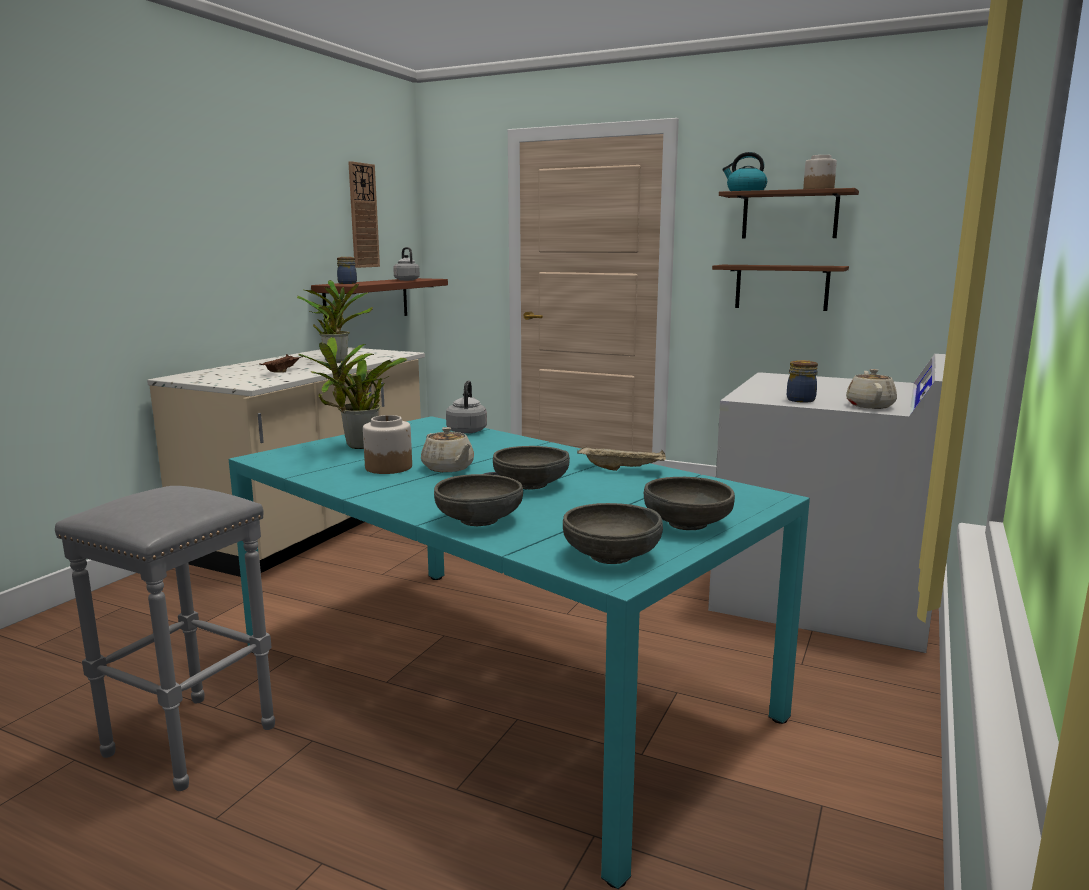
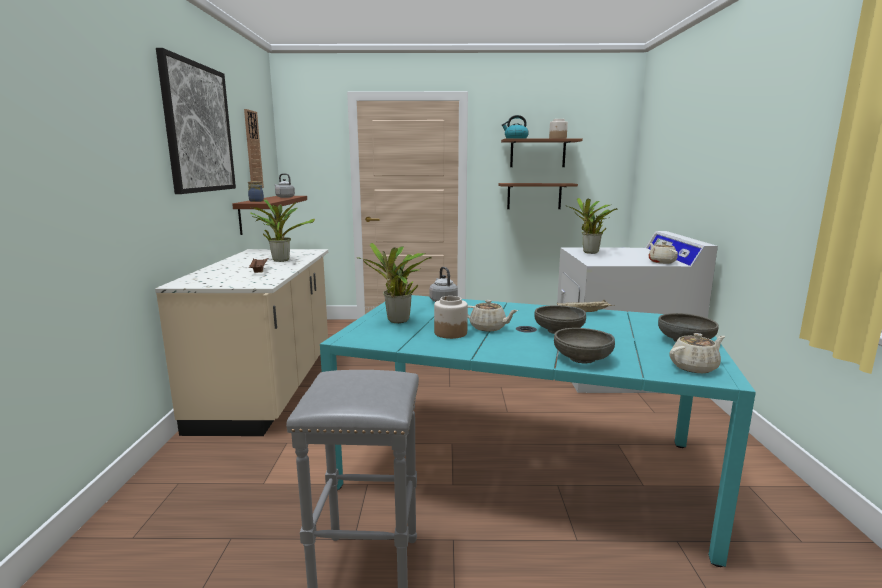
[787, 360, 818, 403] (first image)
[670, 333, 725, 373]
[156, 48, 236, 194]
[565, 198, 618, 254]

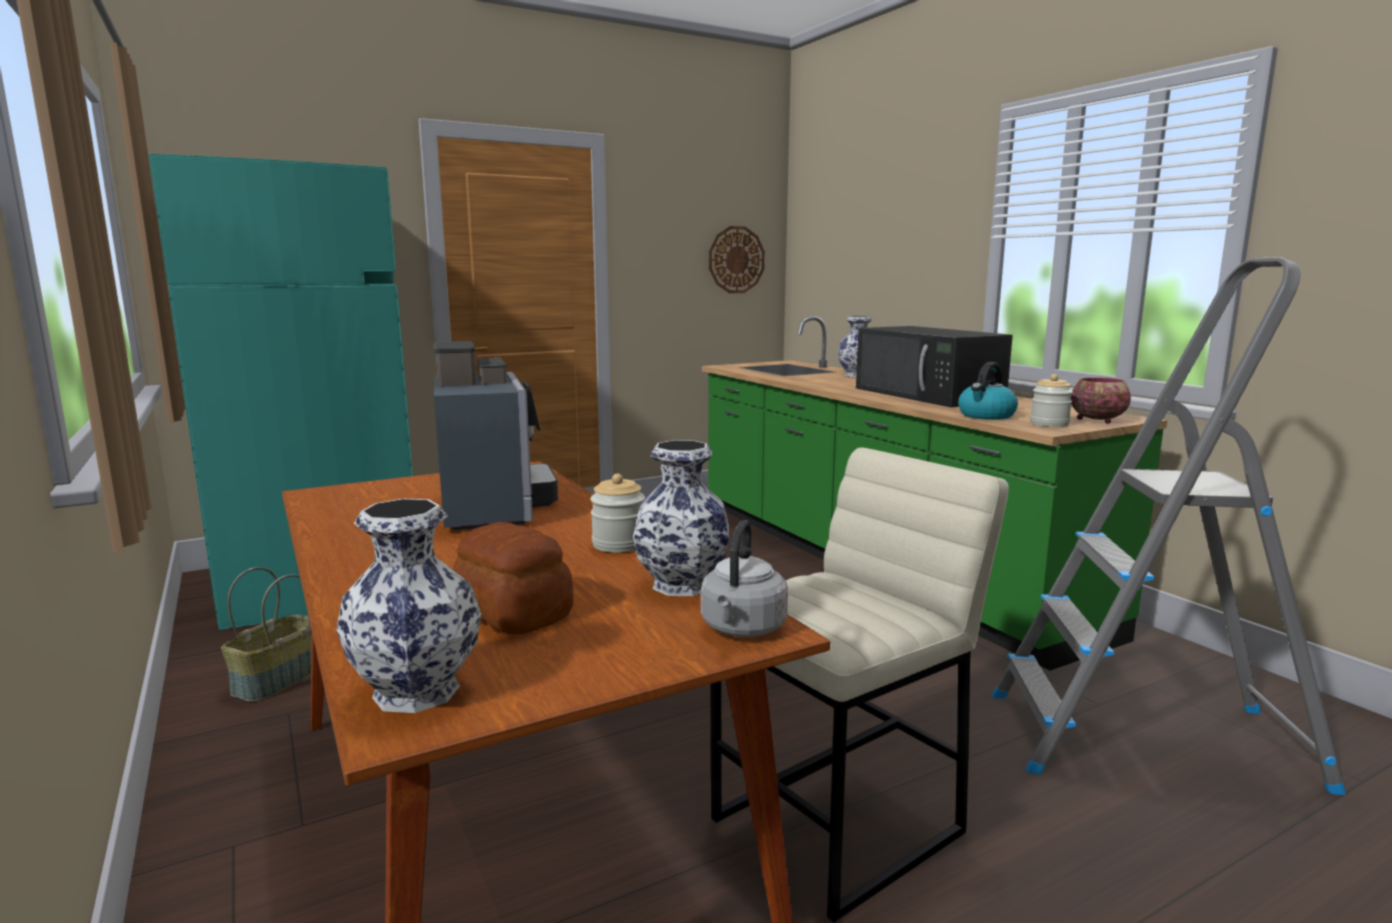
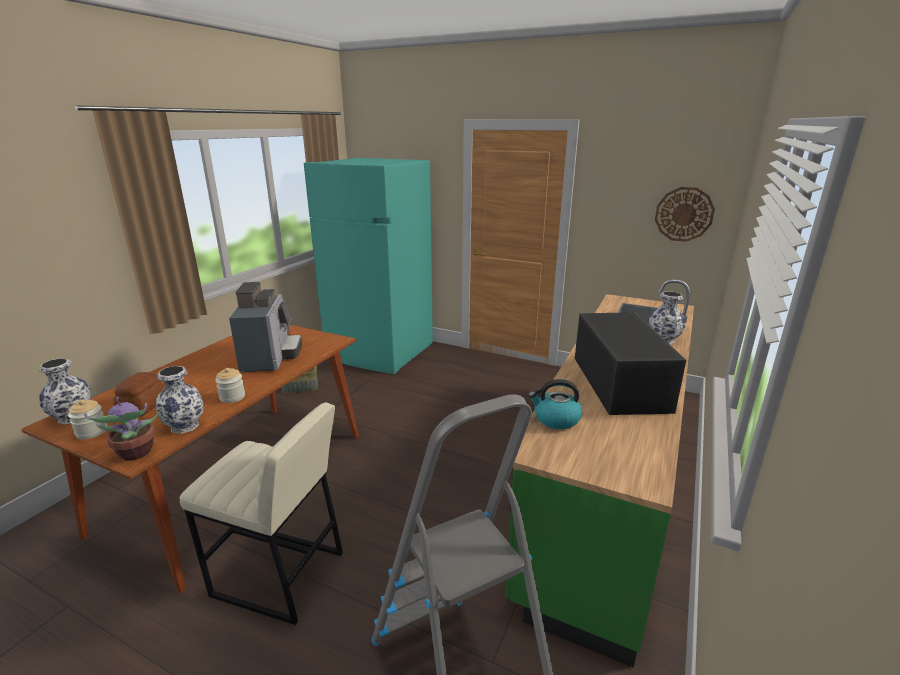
[575, 312, 686, 415]
[229, 282, 302, 372]
[68, 400, 107, 440]
[1071, 377, 1131, 424] (first image)
[84, 397, 157, 461]

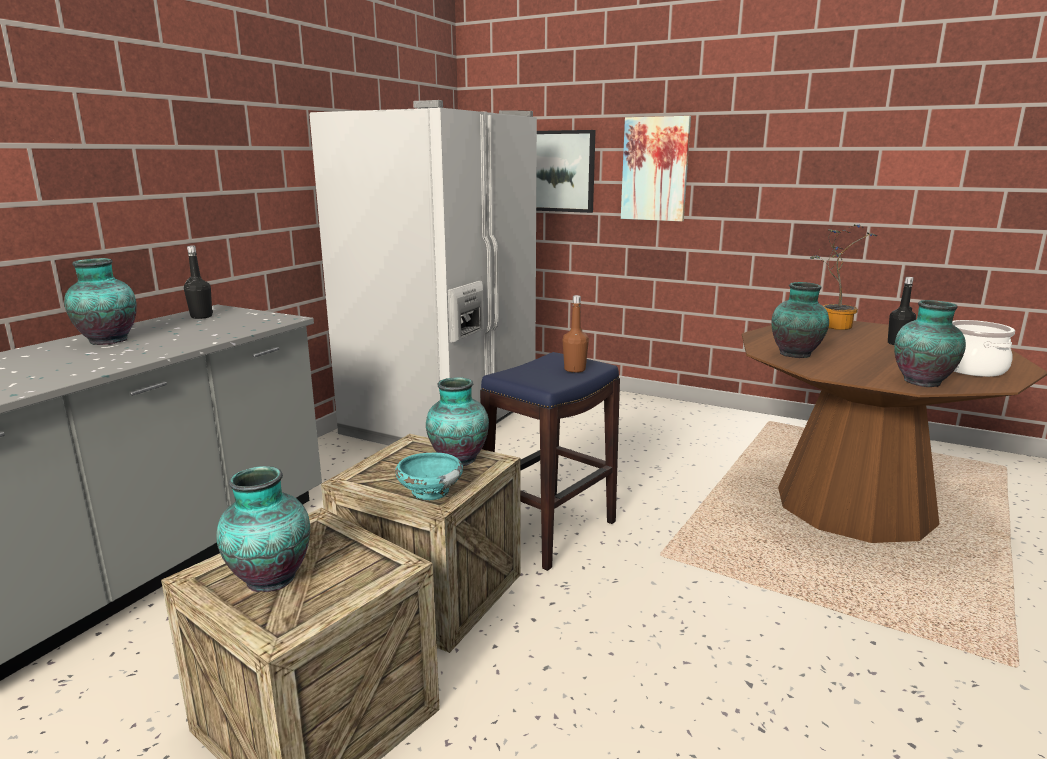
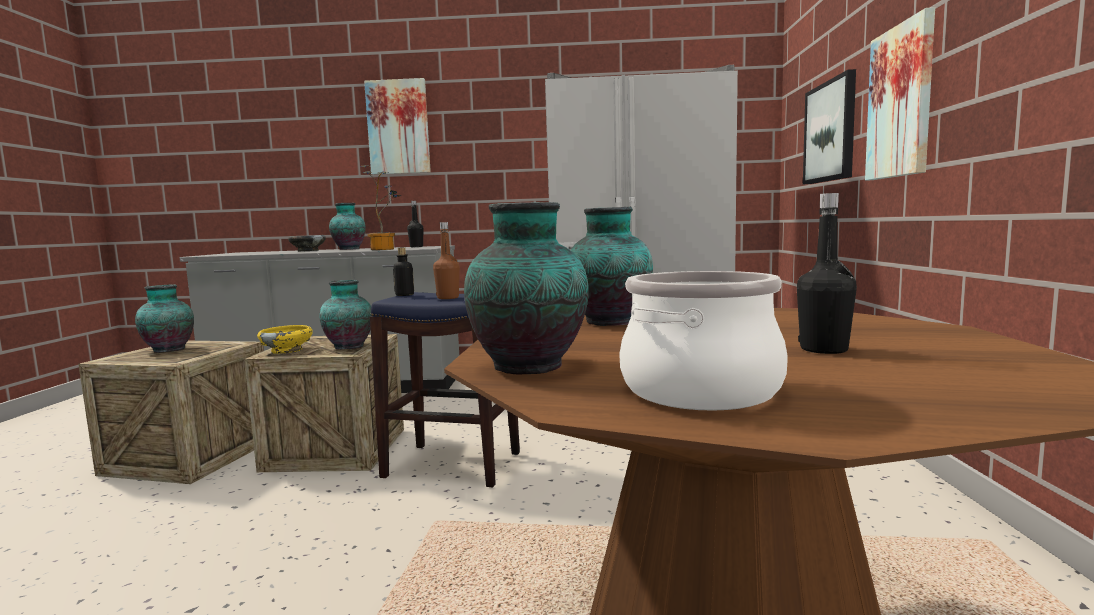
[361, 165, 401, 250]
[257, 325, 313, 354]
[364, 78, 431, 175]
[288, 235, 325, 252]
[393, 247, 414, 296]

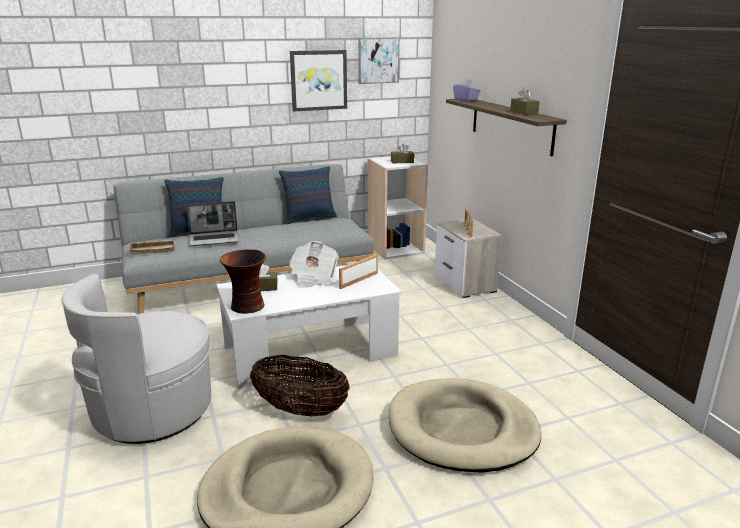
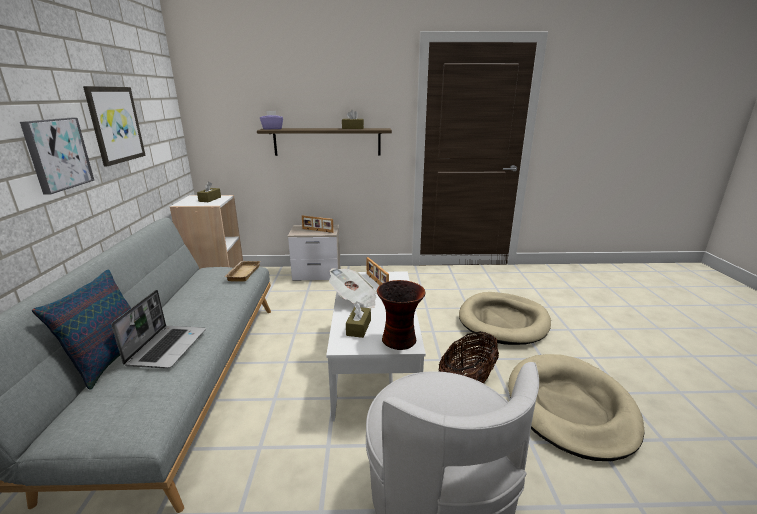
[20, 118, 94, 195]
[279, 166, 337, 224] (first image)
[225, 261, 260, 282]

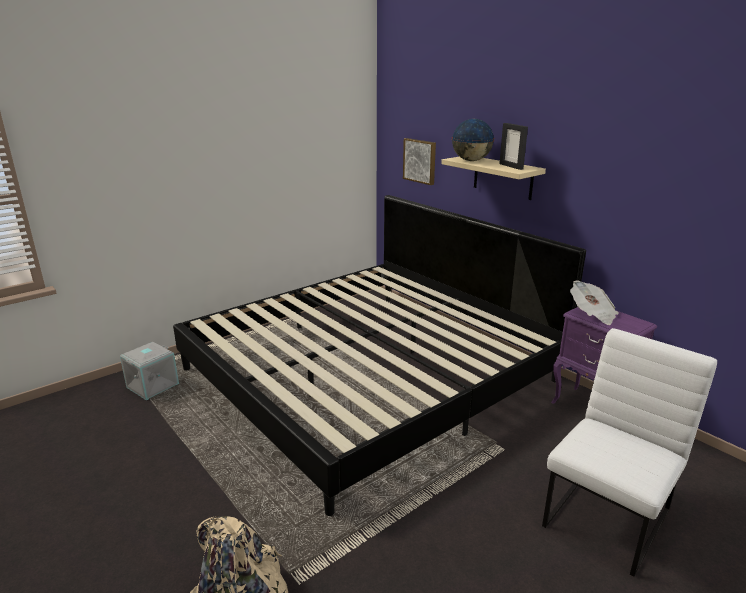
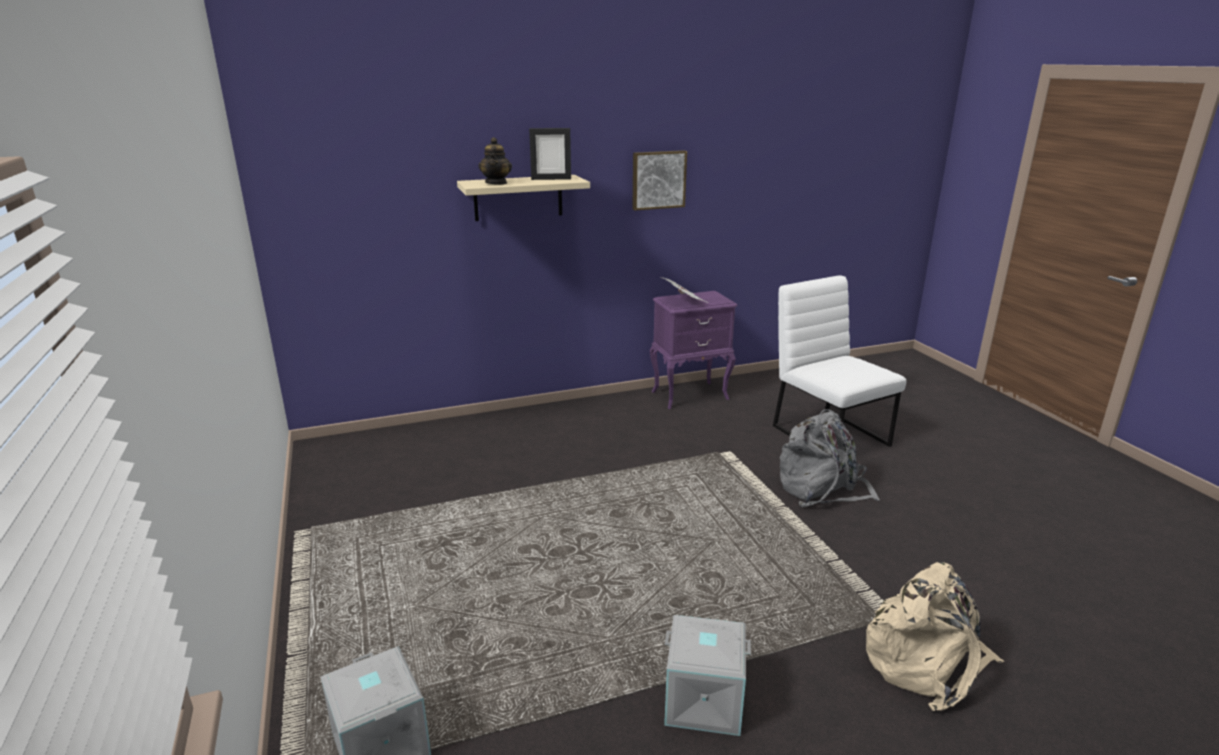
[478, 137, 512, 185]
[632, 150, 687, 211]
[173, 195, 586, 516] (first image)
[780, 409, 880, 507]
[664, 615, 751, 736]

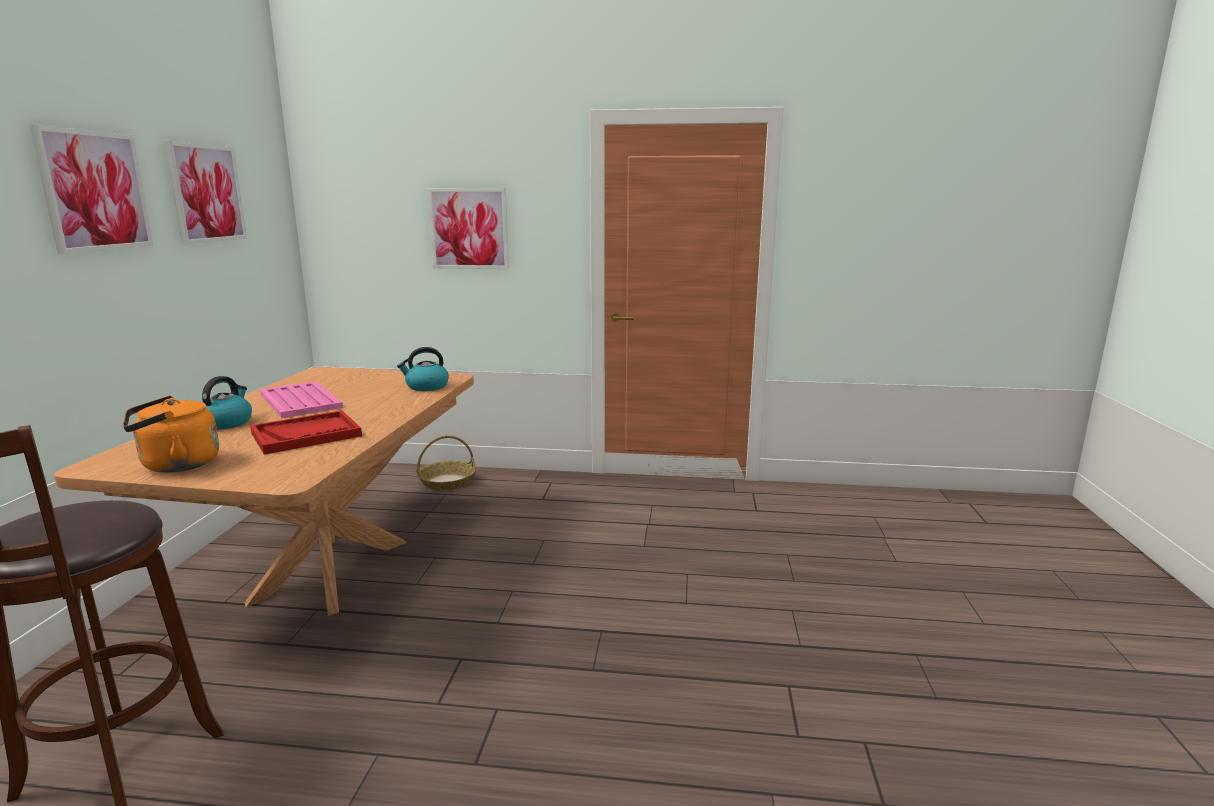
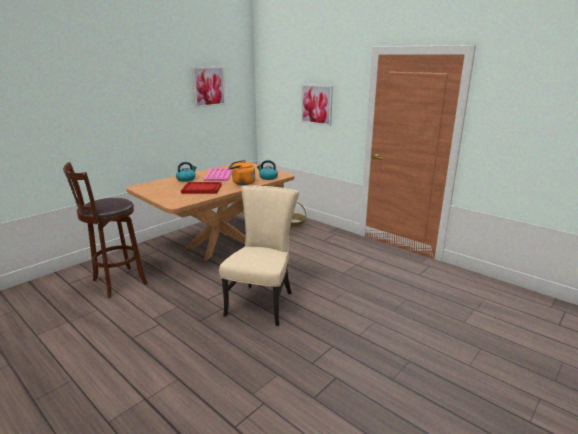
[30, 125, 154, 254] (first image)
[229, 160, 255, 185]
[219, 185, 299, 326]

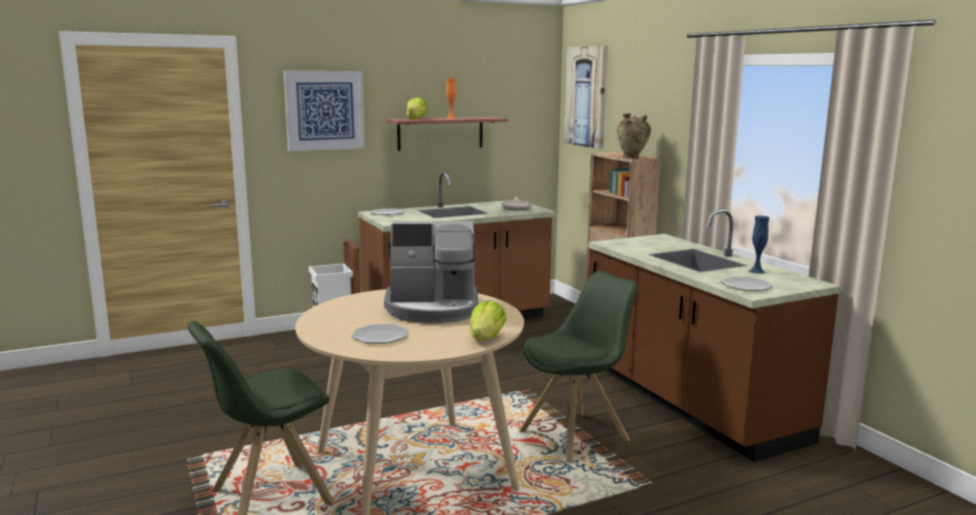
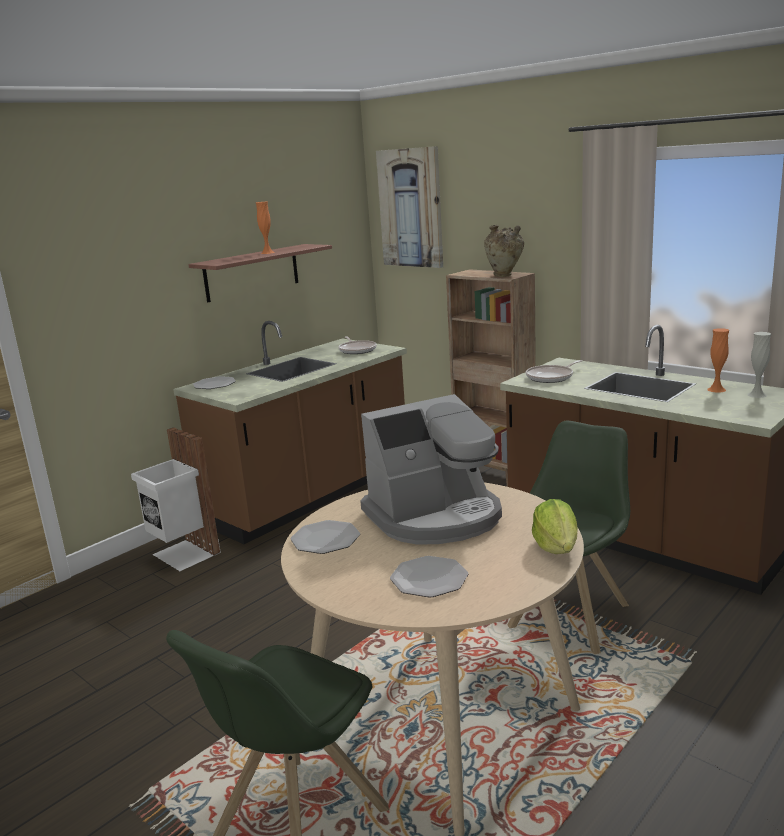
[284, 71, 365, 151] (first image)
[406, 97, 427, 119] (first image)
[708, 328, 729, 393]
[291, 520, 360, 554]
[747, 332, 771, 398]
[526, 360, 582, 383]

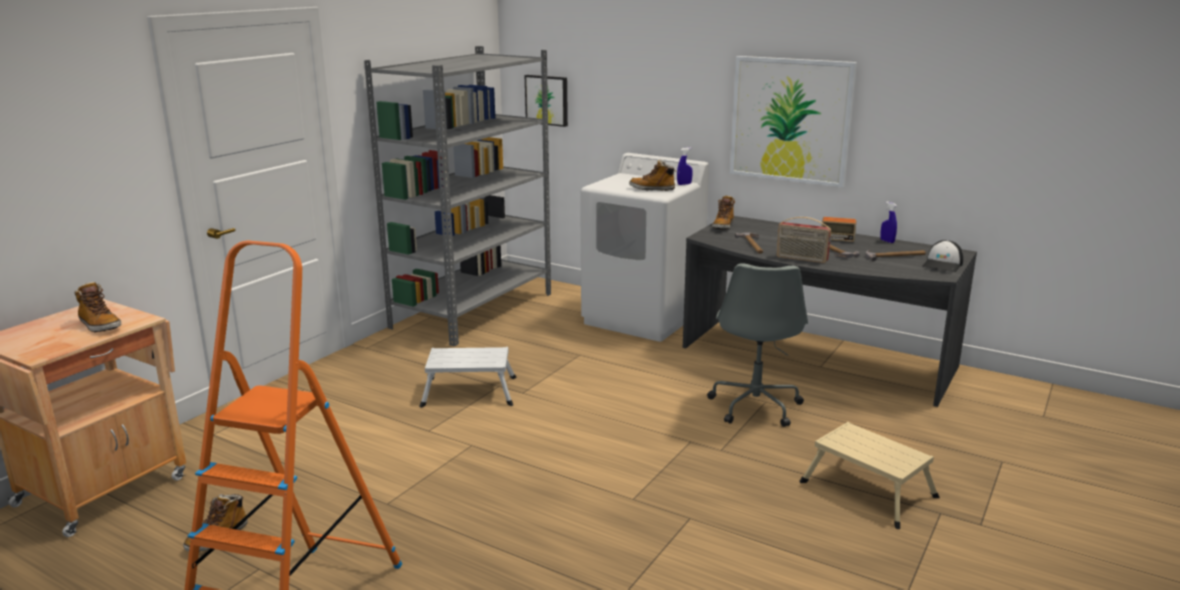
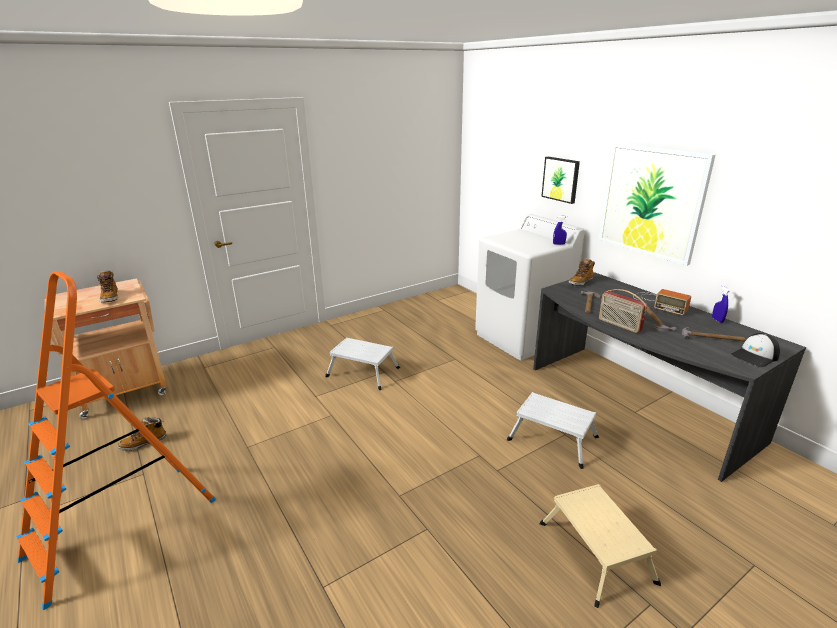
[364, 46, 551, 346] (first image)
[541, 157, 580, 204]
[629, 160, 675, 191] (first image)
[507, 392, 599, 469]

